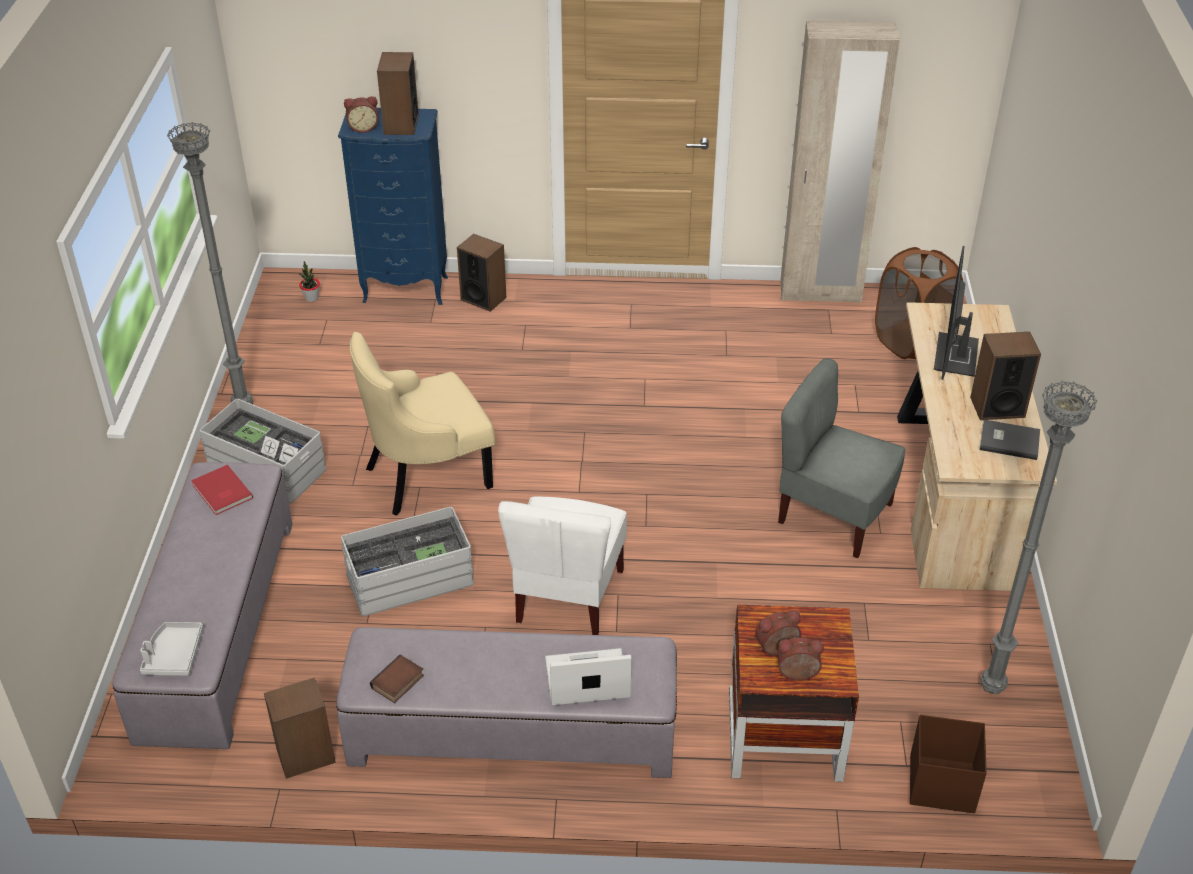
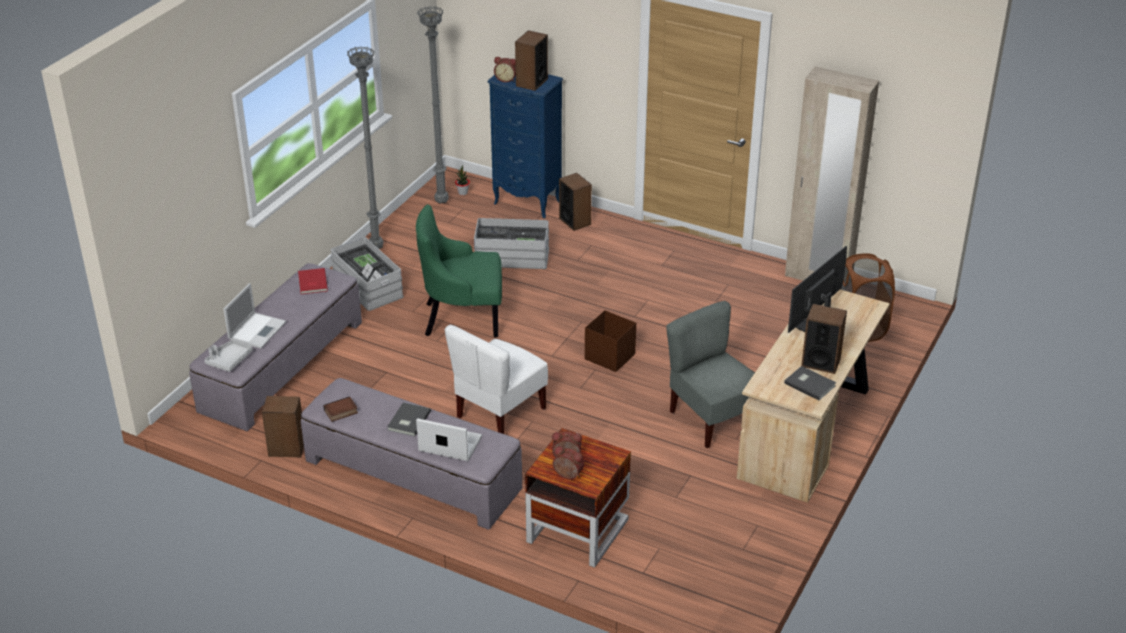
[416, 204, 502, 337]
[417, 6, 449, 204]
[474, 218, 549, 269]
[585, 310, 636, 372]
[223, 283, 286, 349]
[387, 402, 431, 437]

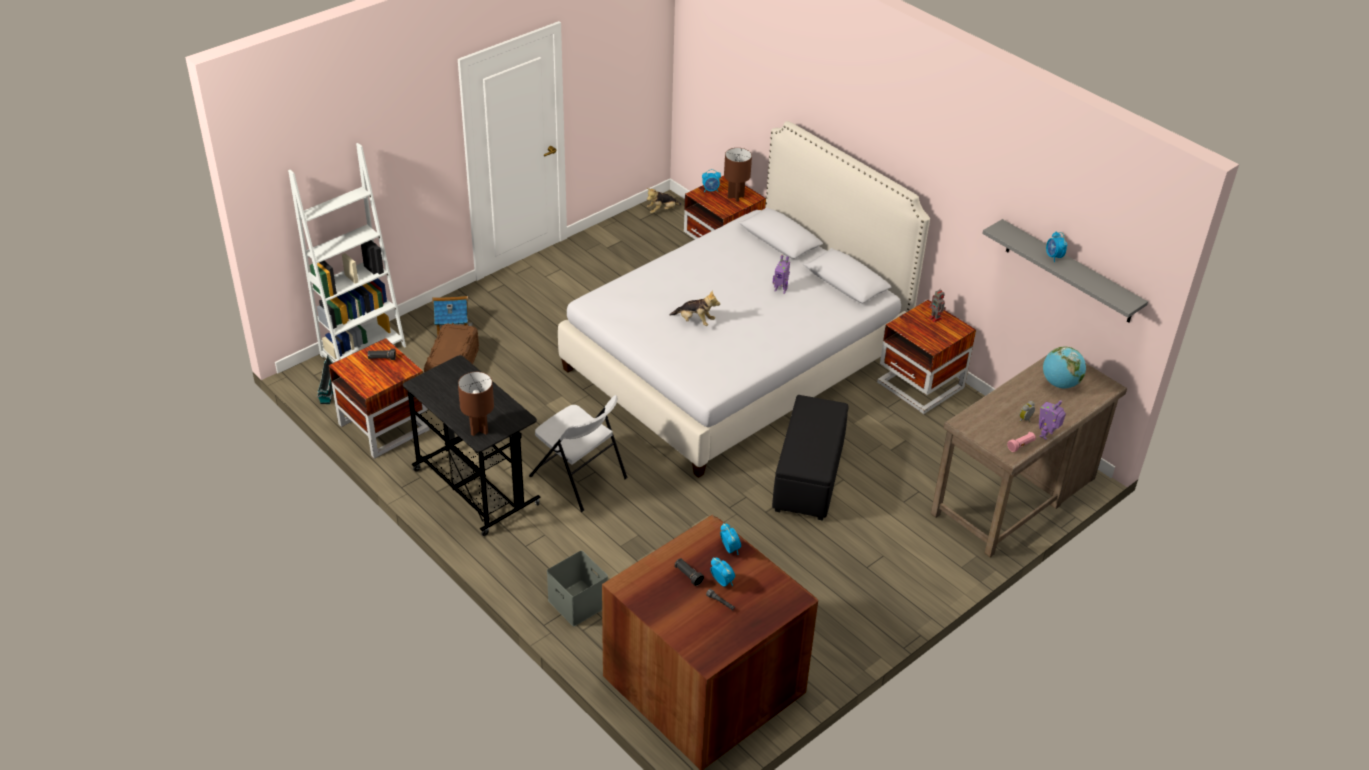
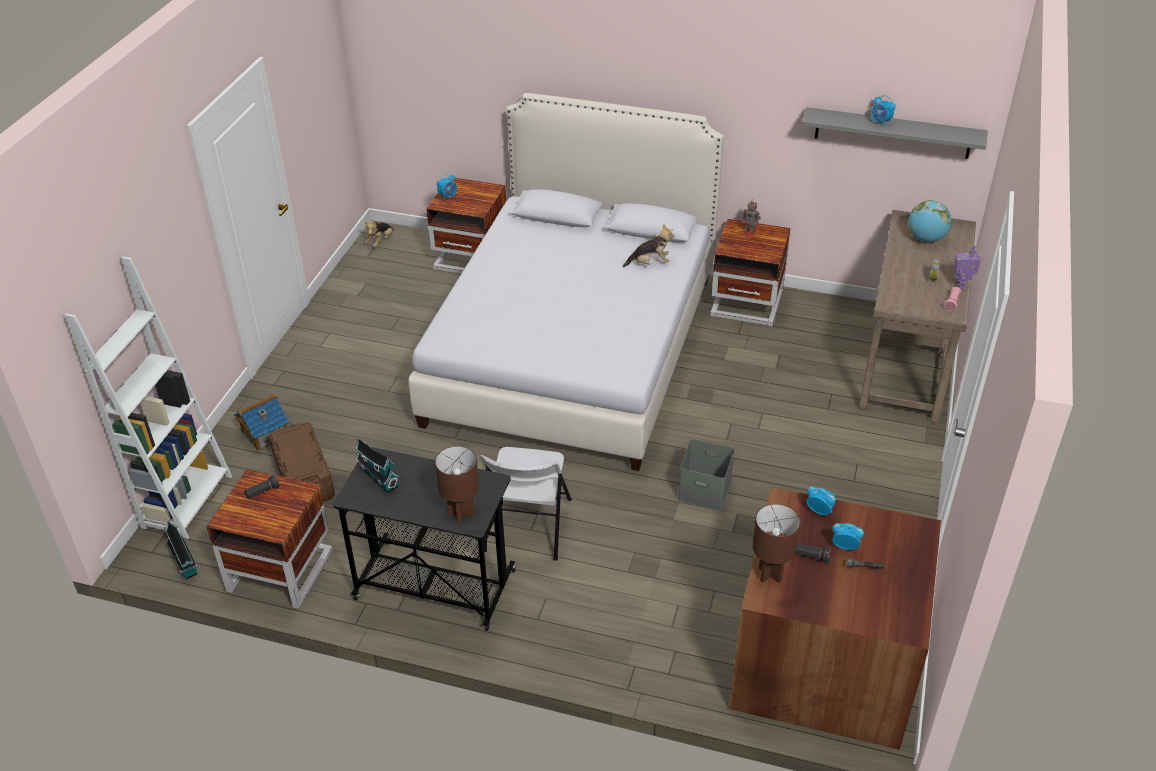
[752, 504, 800, 583]
[773, 255, 790, 294] (first image)
[623, 224, 674, 267]
[480, 447, 572, 561]
[772, 395, 848, 520] (first image)
[678, 439, 735, 510]
[356, 438, 400, 493]

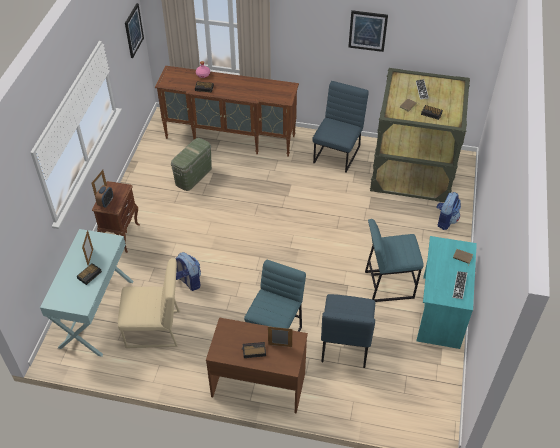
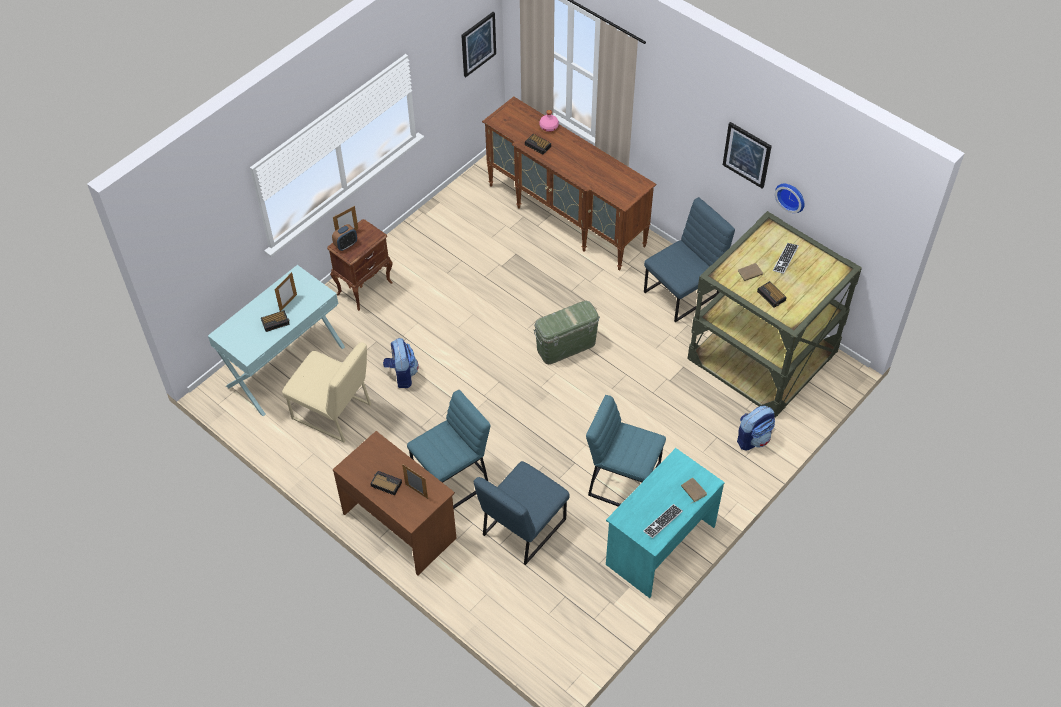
[533, 301, 600, 364]
[775, 184, 805, 213]

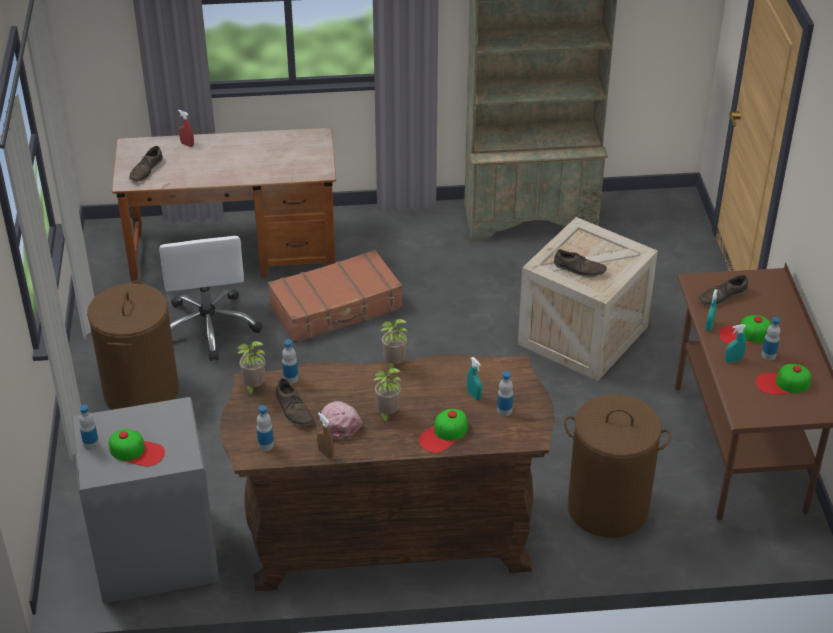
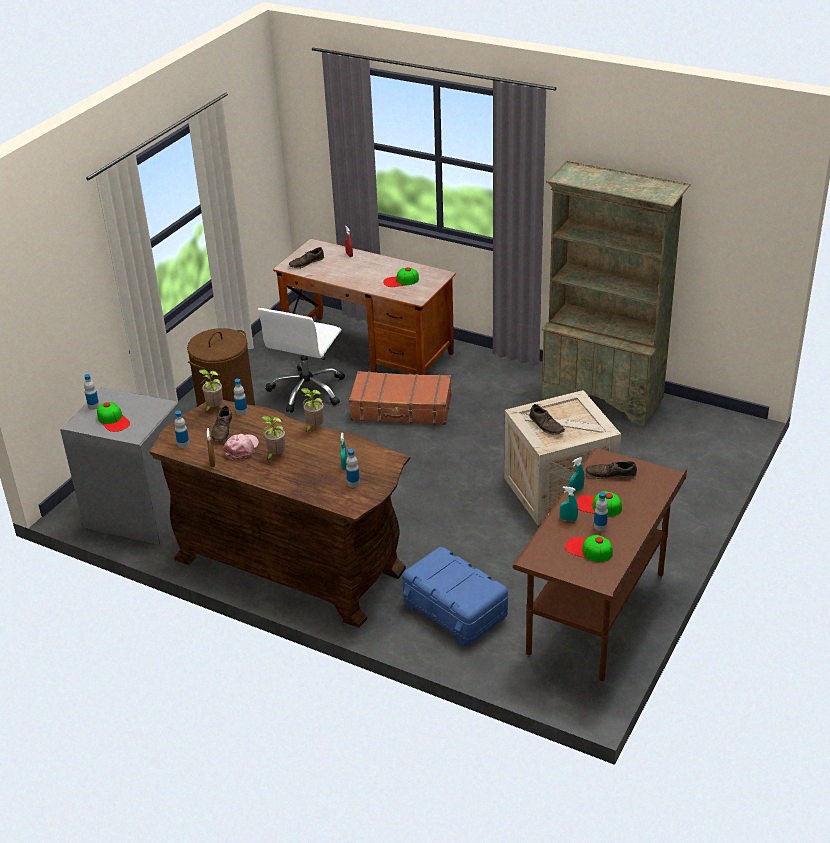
[402, 547, 508, 647]
[383, 267, 419, 287]

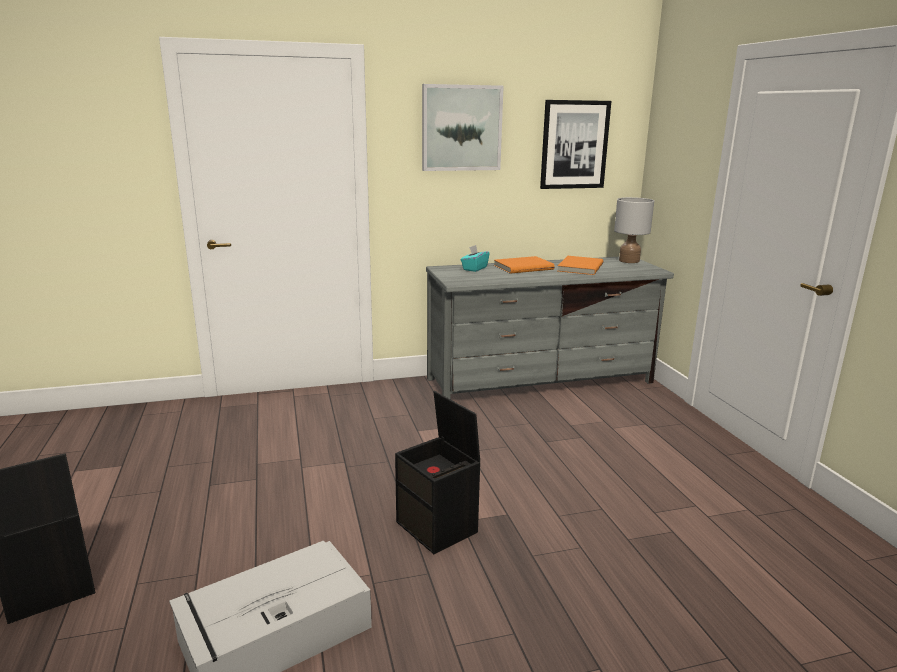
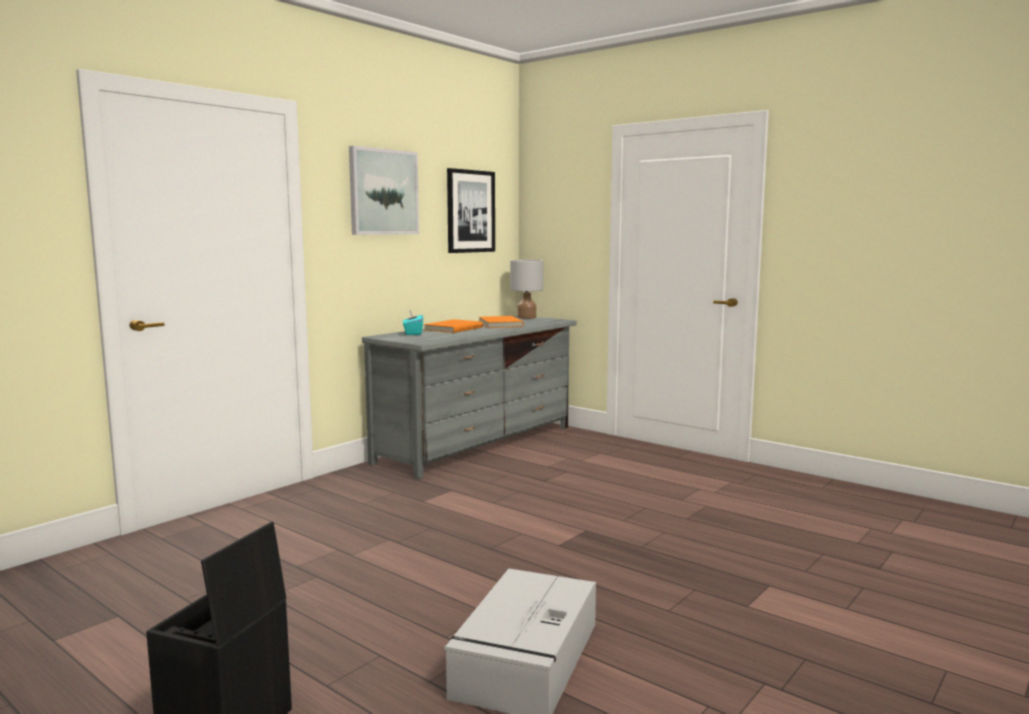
[395, 391, 480, 554] (first image)

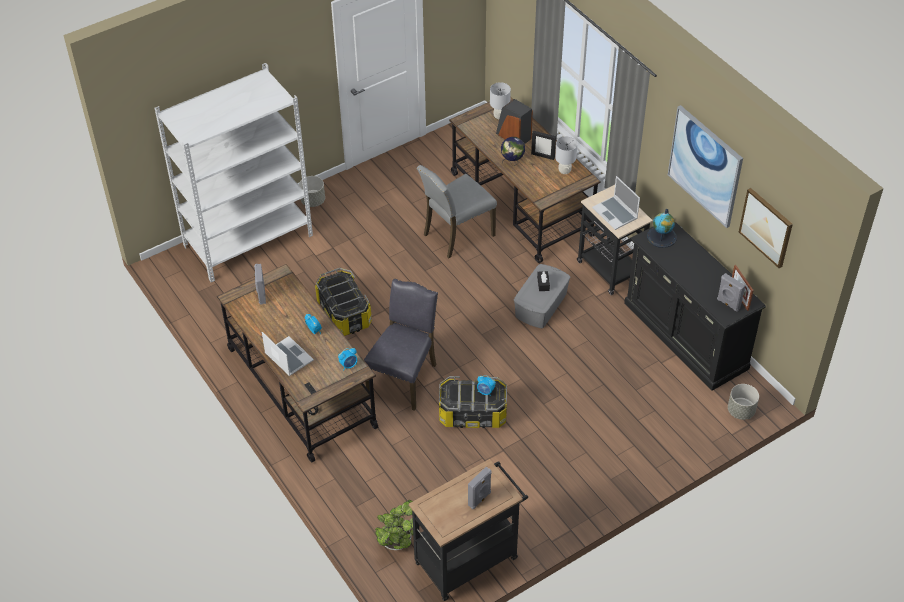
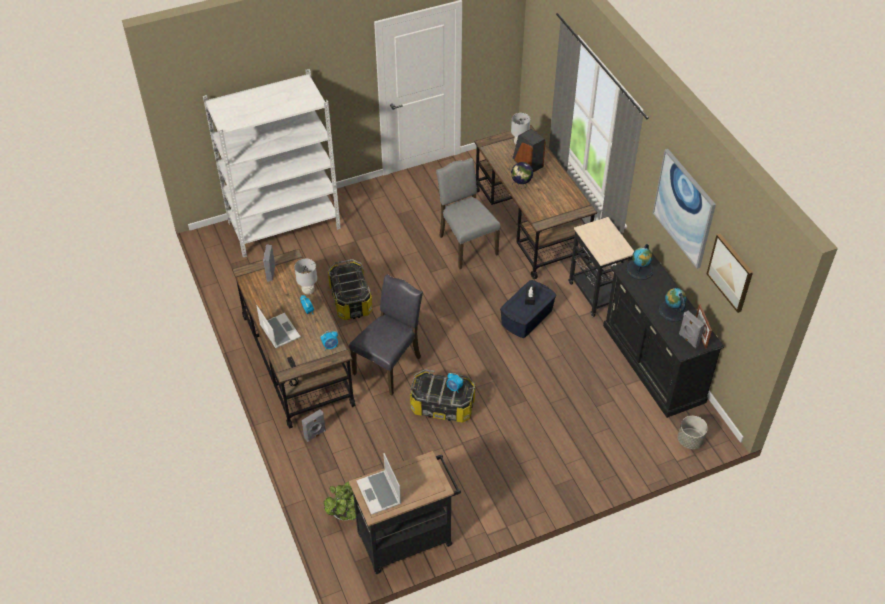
[531, 131, 556, 160] (first image)
[294, 259, 317, 295]
[436, 158, 501, 269]
[299, 176, 325, 207] (first image)
[356, 453, 401, 515]
[500, 280, 556, 338]
[302, 409, 326, 442]
[659, 288, 687, 322]

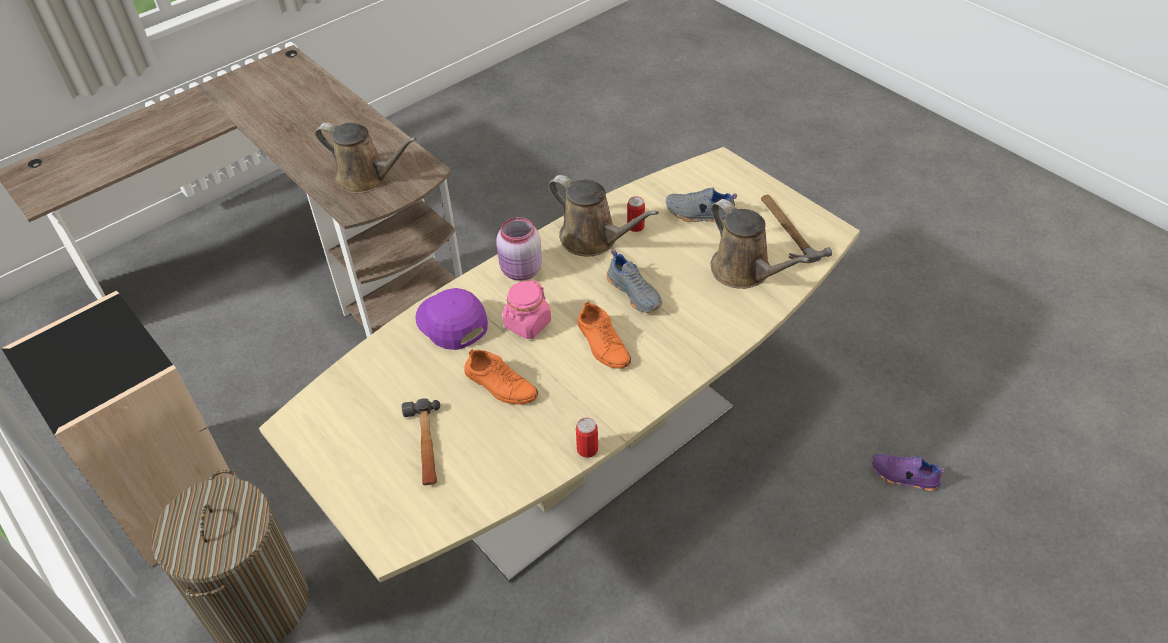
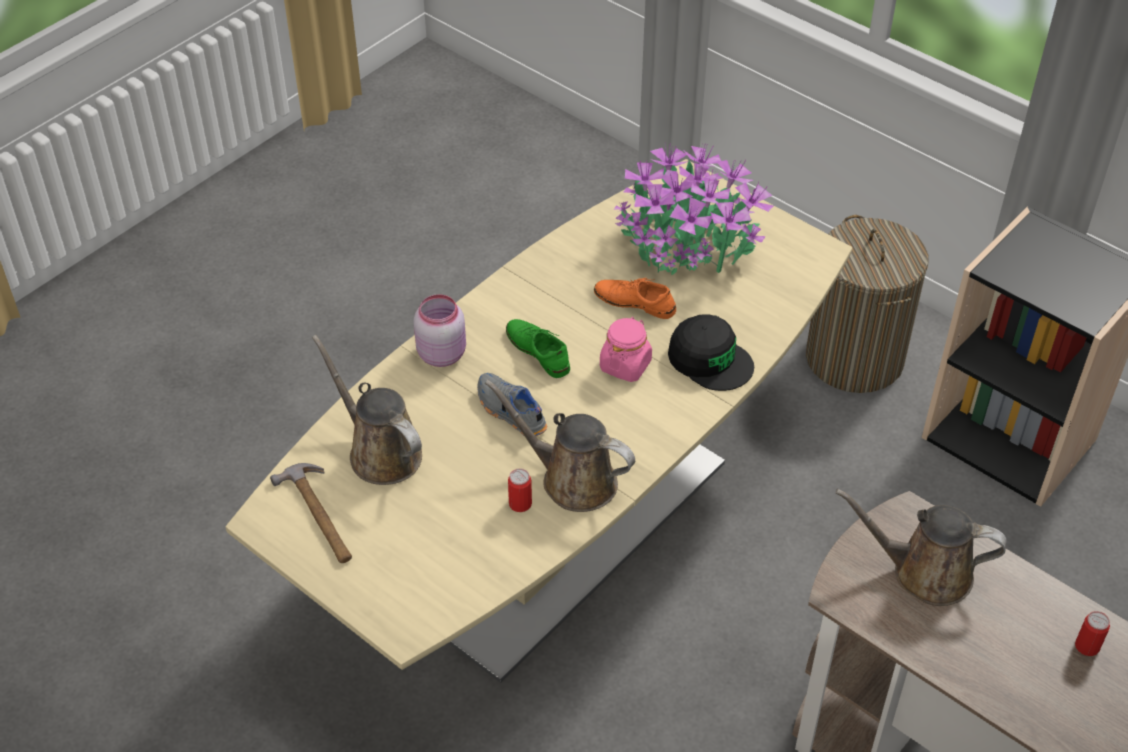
[666, 187, 737, 222] (first image)
[413, 294, 466, 367]
[668, 314, 754, 391]
[506, 319, 570, 378]
[614, 145, 773, 276]
[1075, 611, 1110, 656]
[872, 454, 945, 491] (first image)

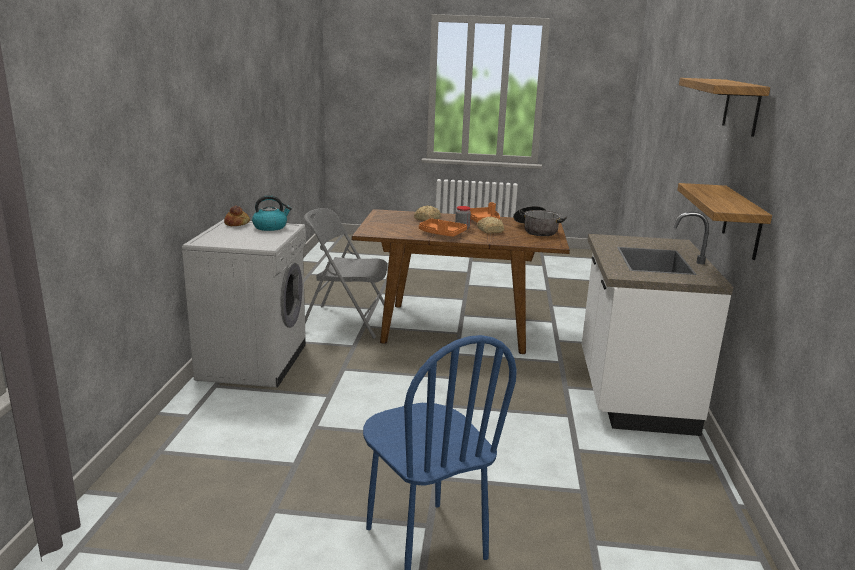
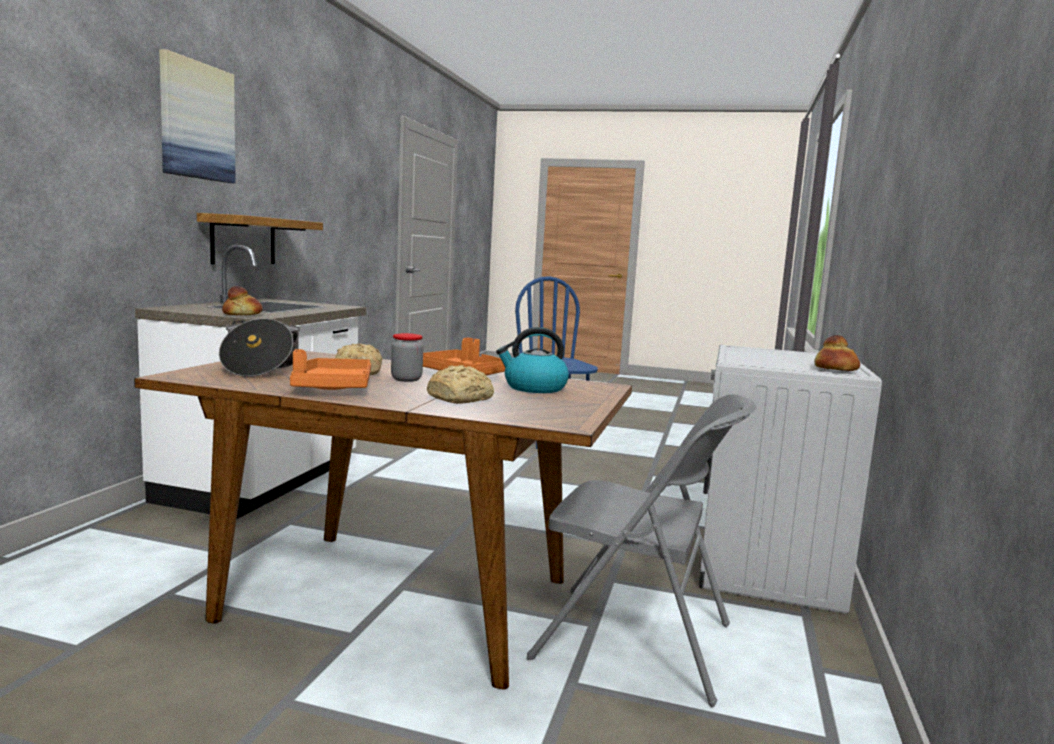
[159, 49, 236, 183]
[496, 327, 569, 393]
[222, 286, 263, 315]

